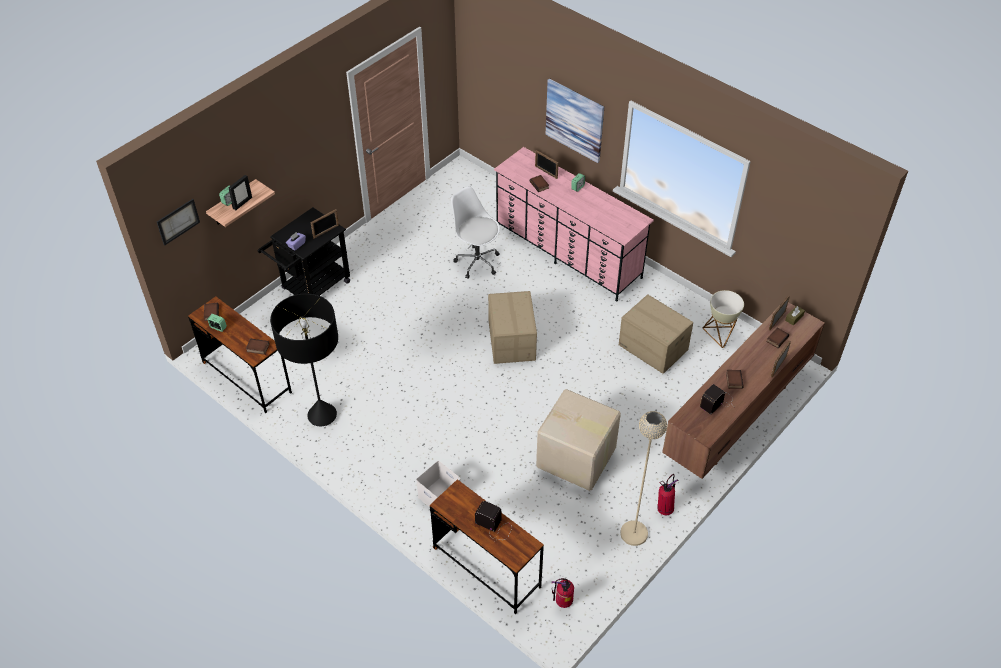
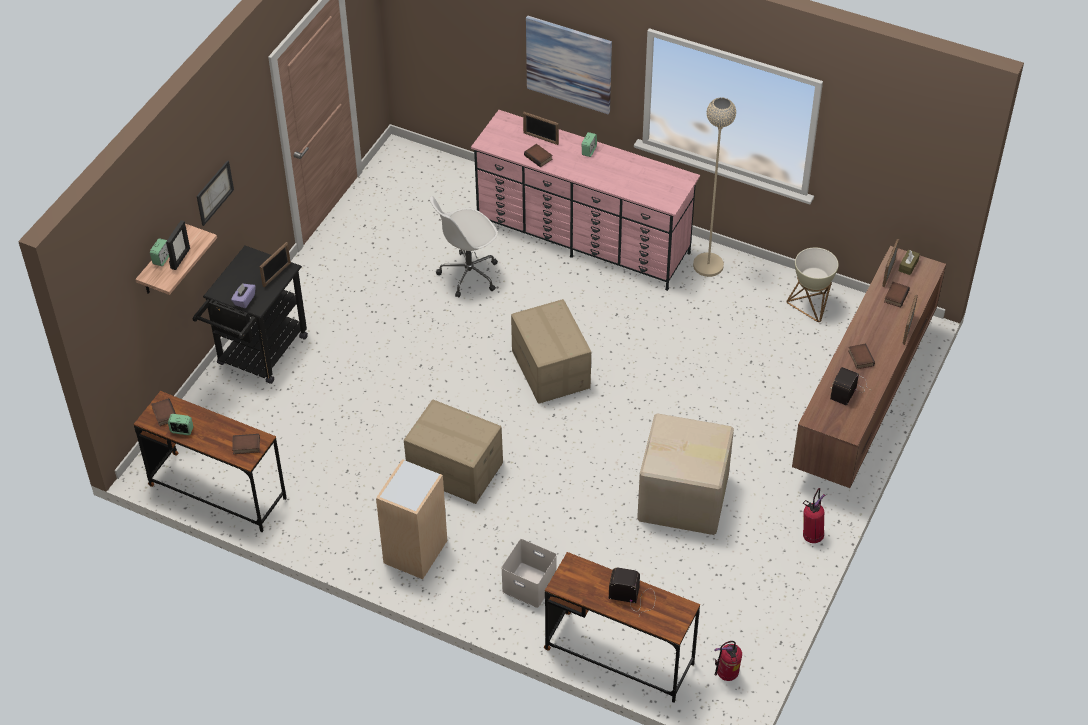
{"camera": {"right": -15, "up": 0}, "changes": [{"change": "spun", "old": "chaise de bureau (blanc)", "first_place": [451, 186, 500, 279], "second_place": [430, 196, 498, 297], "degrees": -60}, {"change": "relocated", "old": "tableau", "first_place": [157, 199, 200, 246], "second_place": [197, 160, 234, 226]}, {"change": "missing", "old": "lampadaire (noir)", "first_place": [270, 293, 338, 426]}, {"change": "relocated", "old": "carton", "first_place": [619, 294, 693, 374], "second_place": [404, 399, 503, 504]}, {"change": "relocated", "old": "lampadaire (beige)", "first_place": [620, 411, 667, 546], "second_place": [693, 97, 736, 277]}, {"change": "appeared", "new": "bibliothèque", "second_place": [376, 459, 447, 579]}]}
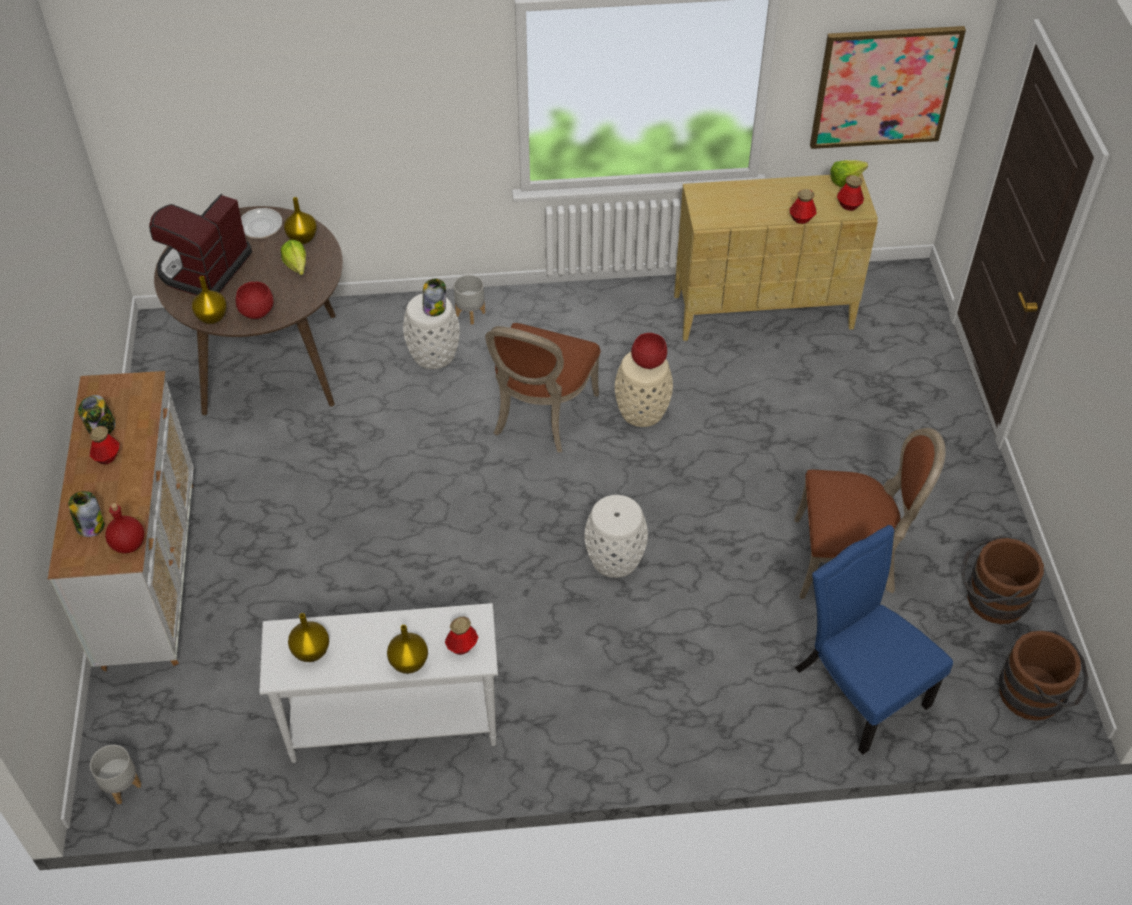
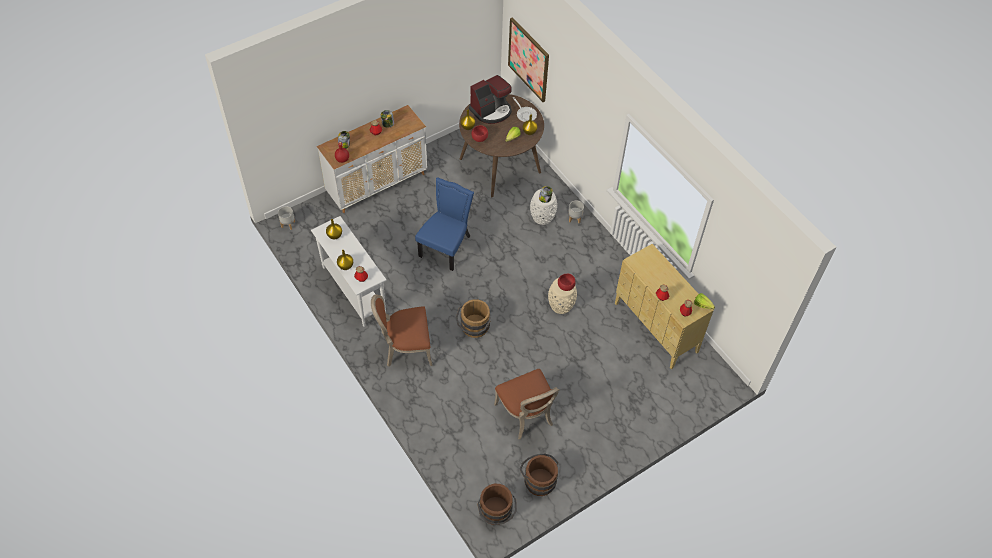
{"camera": {"right": 60, "up": 5}, "changes": [{"change": "relocated", "old": "tableau", "first_place": [810, 26, 966, 149], "second_place": [508, 17, 549, 102]}, {"change": "spun", "old": "machine à café", "first_place": [149, 194, 252, 296], "second_place": [469, 75, 512, 124], "degrees": 150}, {"change": "relocated", "old": "chaise (marron)", "first_place": [485, 323, 601, 453], "second_place": [371, 294, 433, 367]}, {"change": "exchanged", "old": "tabouret (blanc)", "new": "seau (marron)", "first_place": [584, 495, 648, 578], "second_place": [456, 299, 490, 338]}, {"change": "relocated", "old": "chaise (bleu)", "first_place": [795, 525, 953, 755], "second_place": [415, 177, 474, 271]}]}
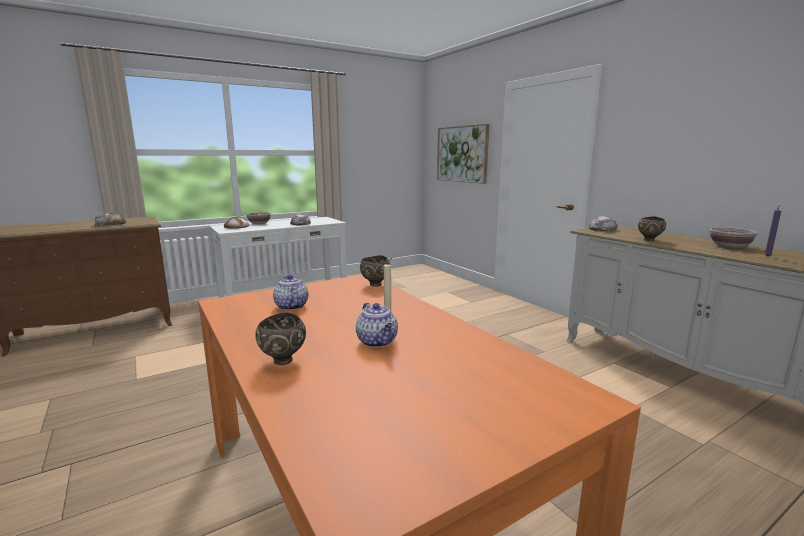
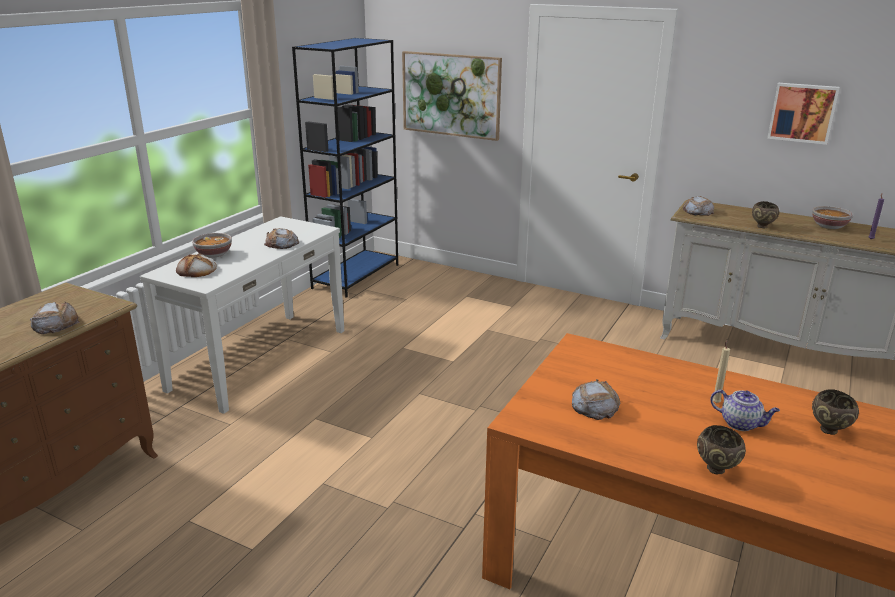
{"camera": {"right": -30, "up": 10}, "changes": [{"change": "relocated", "old": "bol (marron)", "first_place": [360, 255, 390, 287], "second_place": [812, 389, 859, 435]}, {"change": "exchanged", "old": "théière", "new": "pain", "first_place": [273, 275, 308, 311], "second_place": [572, 379, 620, 420]}, {"change": "appeared", "new": "bibliothèque (bleu)", "second_place": [292, 38, 398, 298]}, {"change": "appeared", "new": "tableau", "second_place": [767, 83, 840, 145]}]}
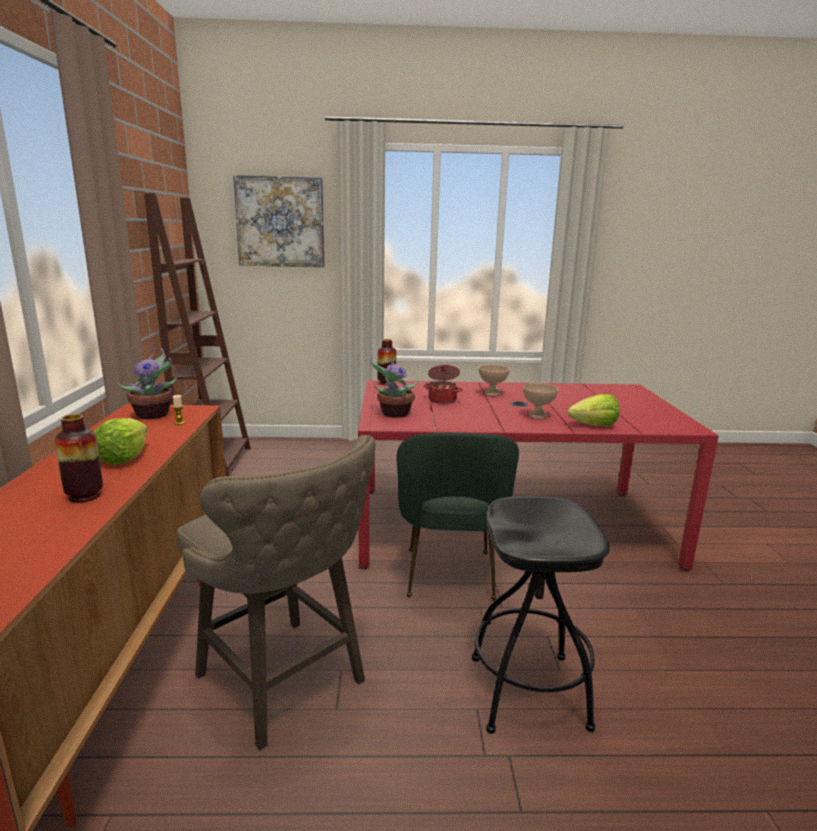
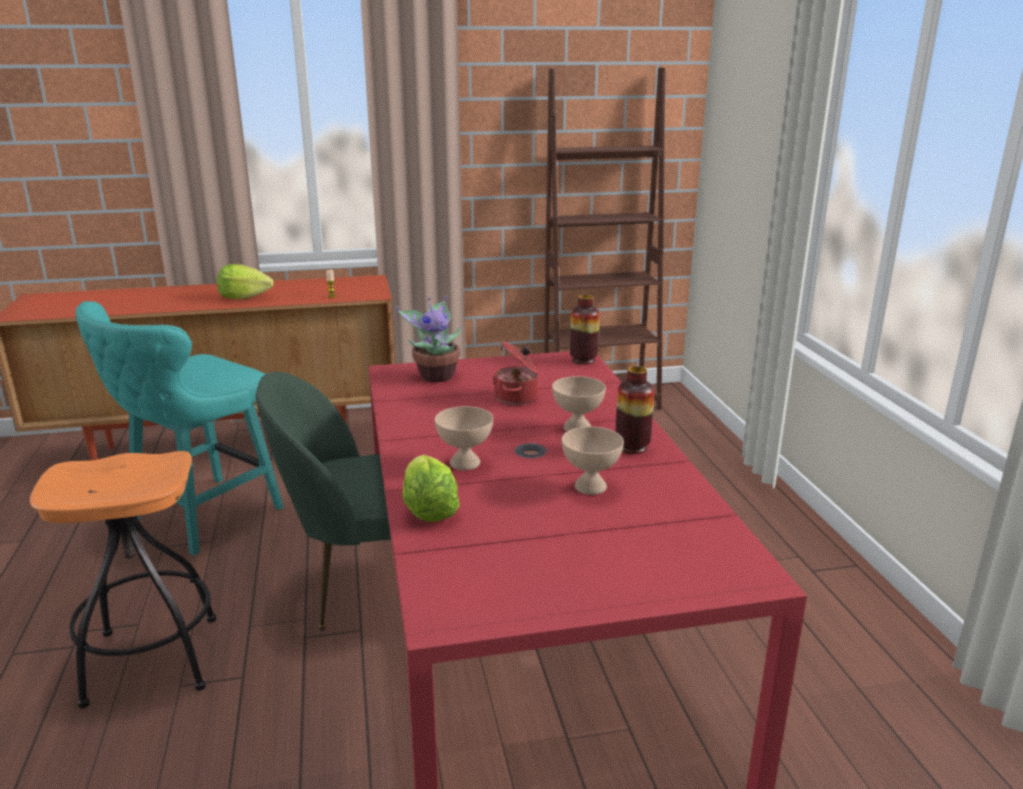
{"camera": {"right": 80, "up": 5}, "changes": [{"change": "missing", "old": "tableau", "first_place": [233, 175, 324, 267]}, {"change": "missing", "old": "plante en pot", "first_place": [117, 348, 177, 419]}, {"change": "relocated", "old": "vase", "first_place": [54, 414, 103, 502], "second_place": [615, 366, 654, 454]}, {"change": "colour", "old": "tabouret (beige)", "new": "tabouret (turquoise)", "first_place": [177, 435, 375, 750], "second_place": [75, 301, 284, 555]}, {"change": "colour", "old": "tabouret (noir)", "new": "tabouret (orange)", "first_place": [472, 496, 610, 734], "second_place": [30, 451, 216, 708]}, {"change": "appeared", "new": "bol (beige)", "second_place": [562, 426, 624, 495]}]}
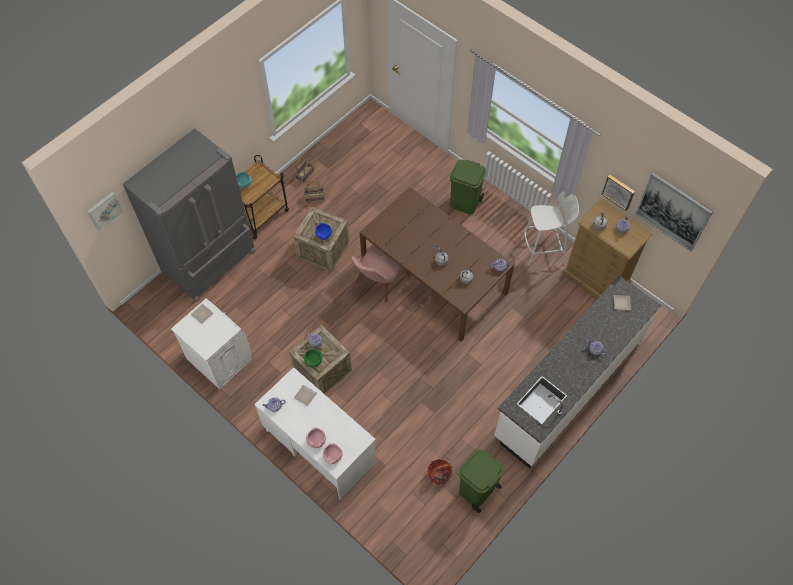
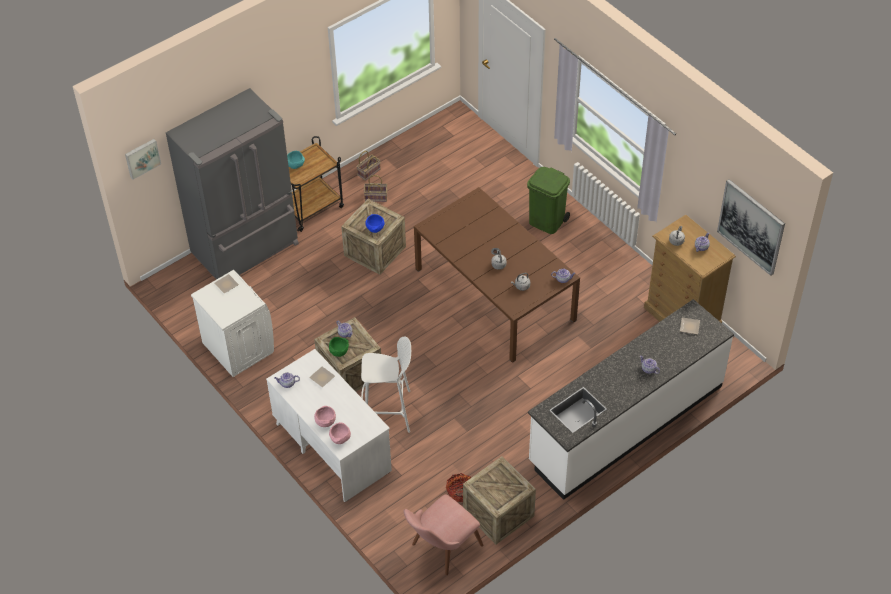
{"camera": {"right": 10, "up": -10}, "changes": [{"change": "missing", "old": "tableau", "first_place": [602, 175, 635, 211]}, {"change": "relocated", "old": "tabouret (blanc)", "first_place": [521, 191, 579, 265], "second_place": [361, 336, 411, 433]}, {"change": "relocated", "old": "chaise (rose)", "first_place": [350, 245, 410, 302], "second_place": [403, 494, 483, 575]}, {"change": "exchanged", "old": "poubelle (vert)", "new": "caisse", "first_place": [458, 449, 503, 513], "second_place": [463, 456, 536, 544]}]}
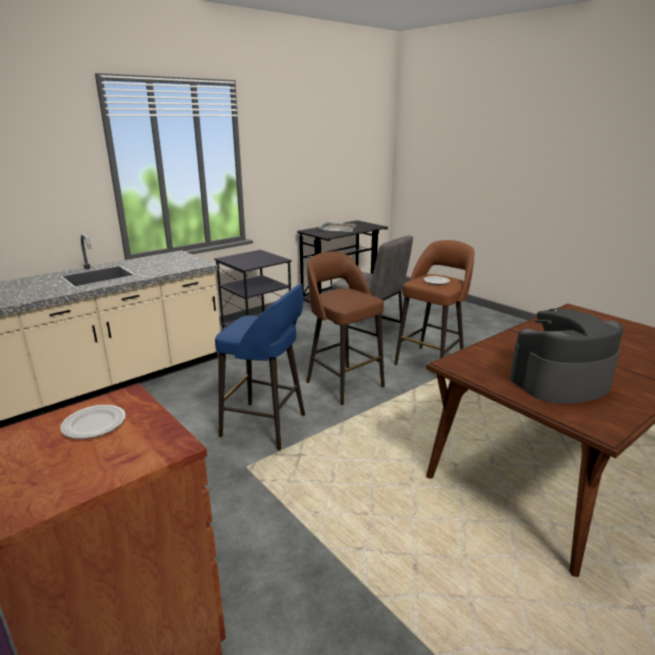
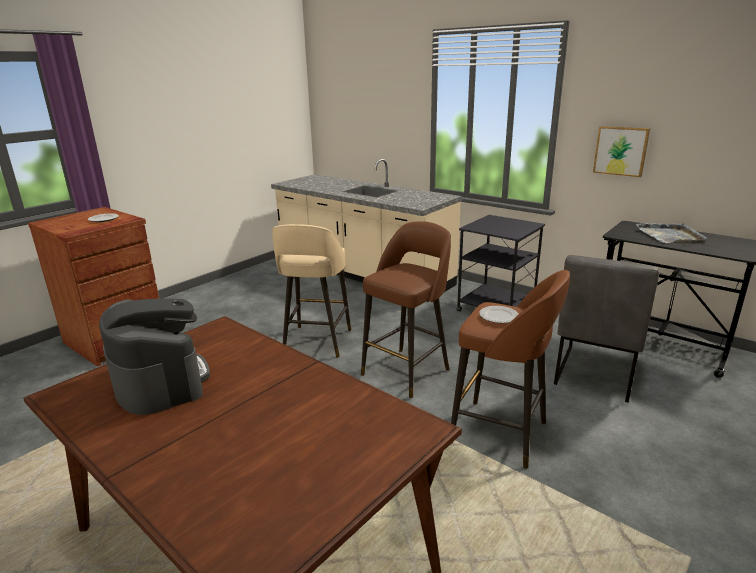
{"camera": {"right": 80, "up": 0}, "changes": [{"change": "colour", "old": "tabouret (bleu)", "new": "tabouret (beige)", "first_place": [215, 284, 305, 450], "second_place": [272, 224, 351, 358]}, {"change": "appeared", "new": "tableau", "second_place": [593, 126, 650, 177]}]}
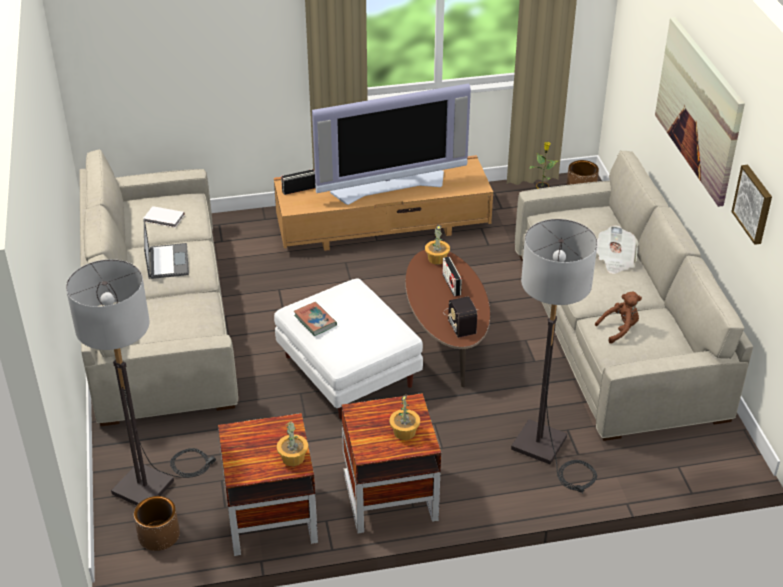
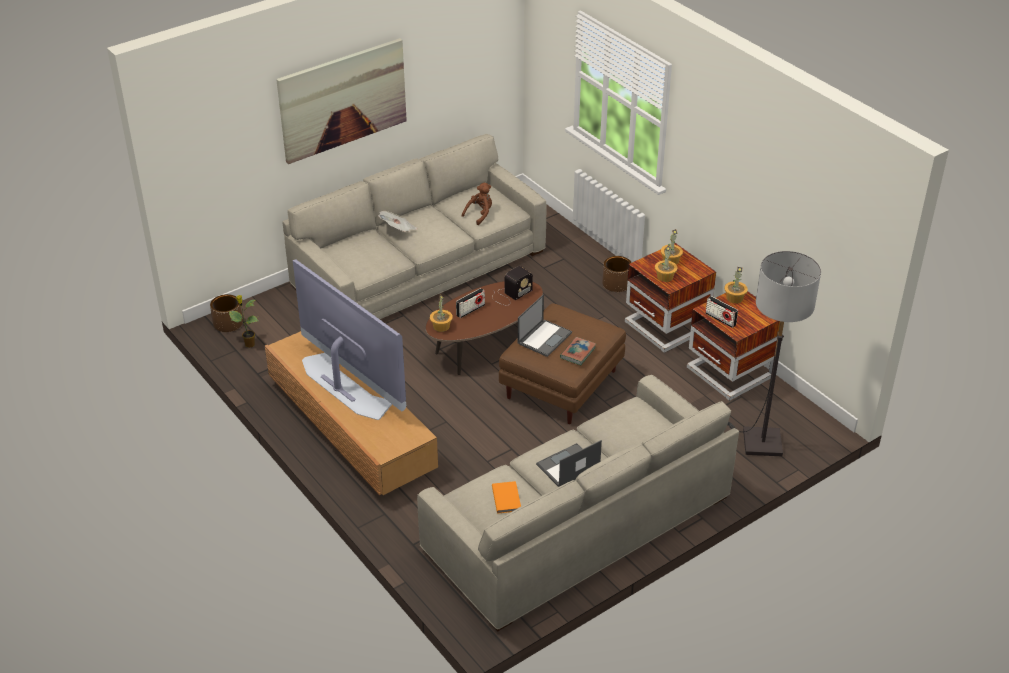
{"camera": {"right": -115, "up": 0}, "changes": [{"change": "missing", "old": "tableau", "first_place": [731, 165, 772, 245]}, {"change": "relocated", "old": "radio", "first_place": [281, 169, 316, 195], "second_place": [705, 296, 738, 328]}, {"change": "colour", "old": "livre (blanc)", "new": "livre (orange)", "first_place": [143, 206, 185, 227], "second_place": [492, 481, 521, 514]}, {"change": "missing", "old": "lampadaire", "first_place": [511, 219, 598, 494]}, {"change": "colour", "old": "pouf (blanc)", "new": "pouf (marron)", "first_place": [274, 278, 423, 419], "second_place": [499, 303, 626, 424]}, {"change": "spun", "old": "peluche (marron)", "first_place": [595, 292, 642, 344], "second_place": [462, 183, 492, 225], "degrees": 90}, {"change": "relocated", "old": "cache-pot (marron)", "first_place": [134, 496, 180, 551], "second_place": [602, 256, 632, 292]}, {"change": "appeared", "new": "plante en pot", "second_place": [655, 246, 678, 282]}, {"change": "appeared", "new": "ordinateur portable", "second_place": [518, 294, 572, 357]}]}
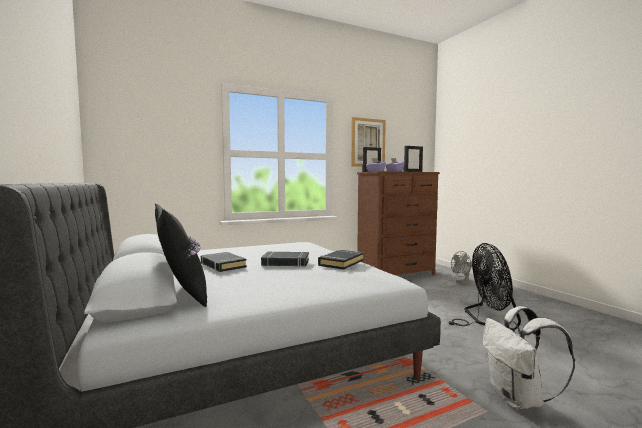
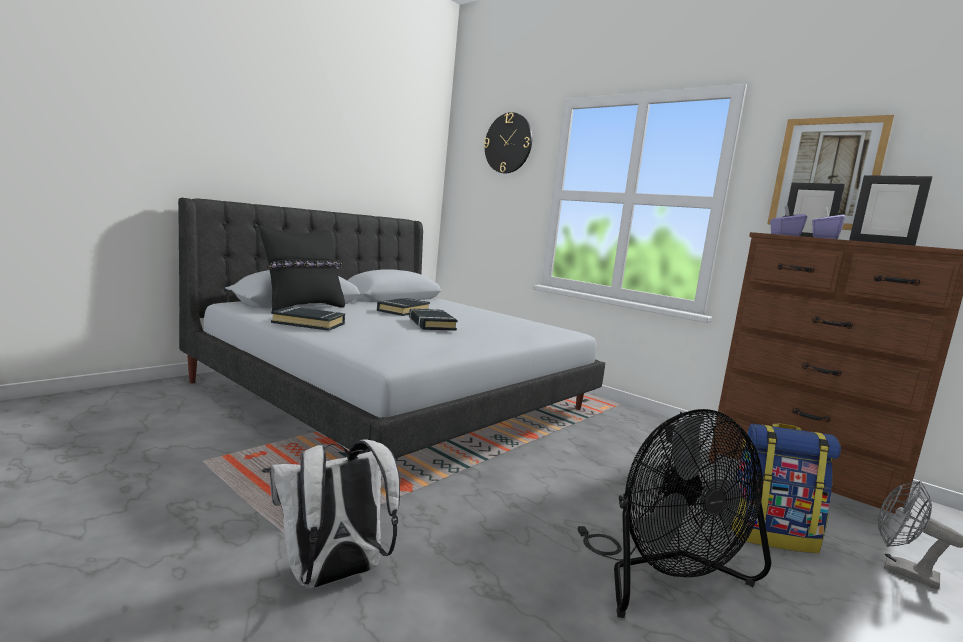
{"camera": {"right": 65, "up": 5}, "changes": [{"change": "relocated", "old": "livre (noir)", "first_place": [318, 250, 364, 270], "second_place": [271, 306, 345, 331]}, {"change": "appeared", "new": "horloge murale", "second_place": [484, 112, 532, 173]}, {"change": "appeared", "new": "sac à dos", "second_place": [730, 423, 841, 553]}]}
